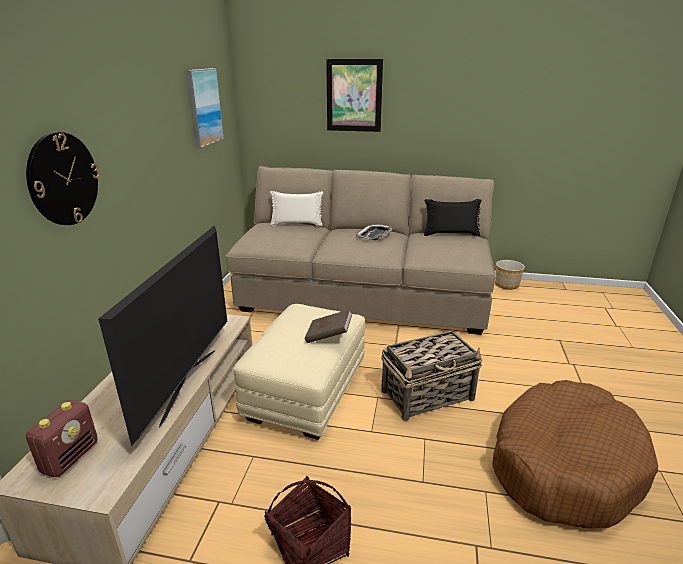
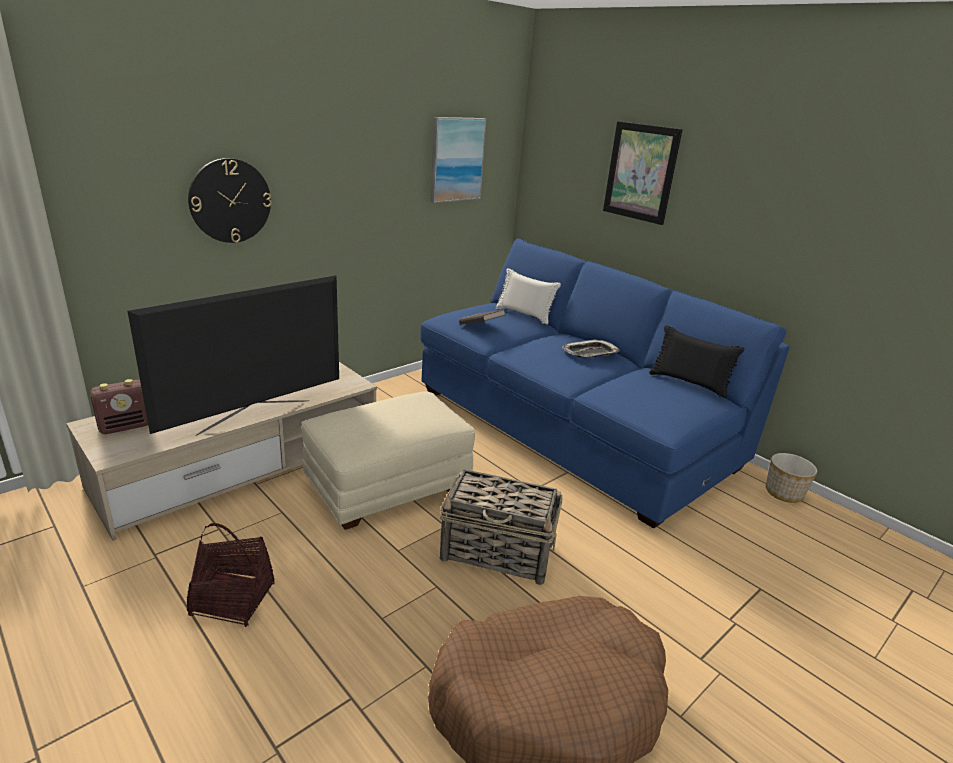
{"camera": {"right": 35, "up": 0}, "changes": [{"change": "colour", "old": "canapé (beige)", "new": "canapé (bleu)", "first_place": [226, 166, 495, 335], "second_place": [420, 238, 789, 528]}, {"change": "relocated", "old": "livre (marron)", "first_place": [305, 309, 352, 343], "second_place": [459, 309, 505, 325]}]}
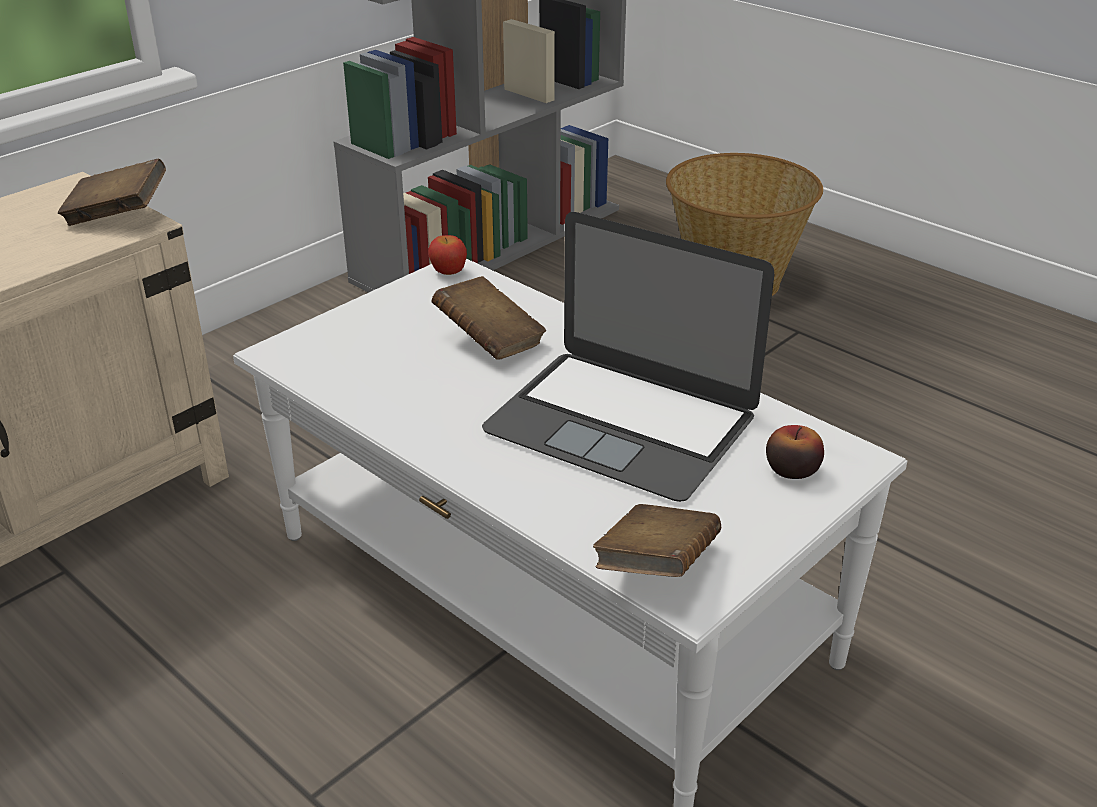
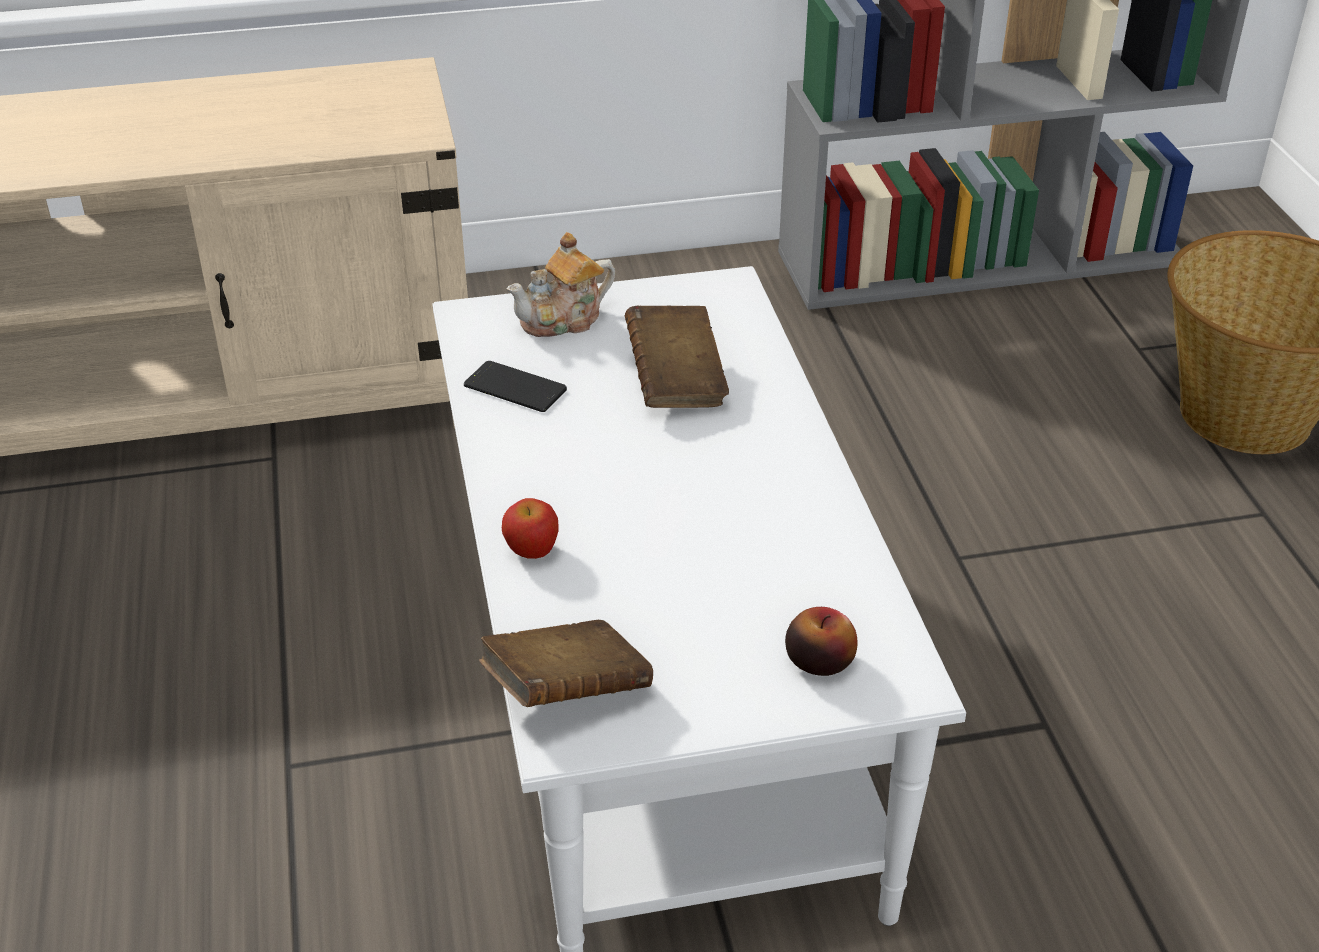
{"camera": {"right": 35, "up": 5}, "changes": [{"change": "missing", "old": "livre (marron)", "first_place": [58, 158, 166, 226]}, {"change": "missing", "old": "ordinateur portable", "first_place": [482, 212, 774, 502]}, {"change": "relocated", "old": "pomme", "first_place": [428, 235, 467, 275], "second_place": [502, 498, 558, 559]}, {"change": "appeared", "new": "théière", "second_place": [507, 232, 615, 337]}, {"change": "appeared", "new": "téléphone", "second_place": [464, 361, 567, 412]}]}
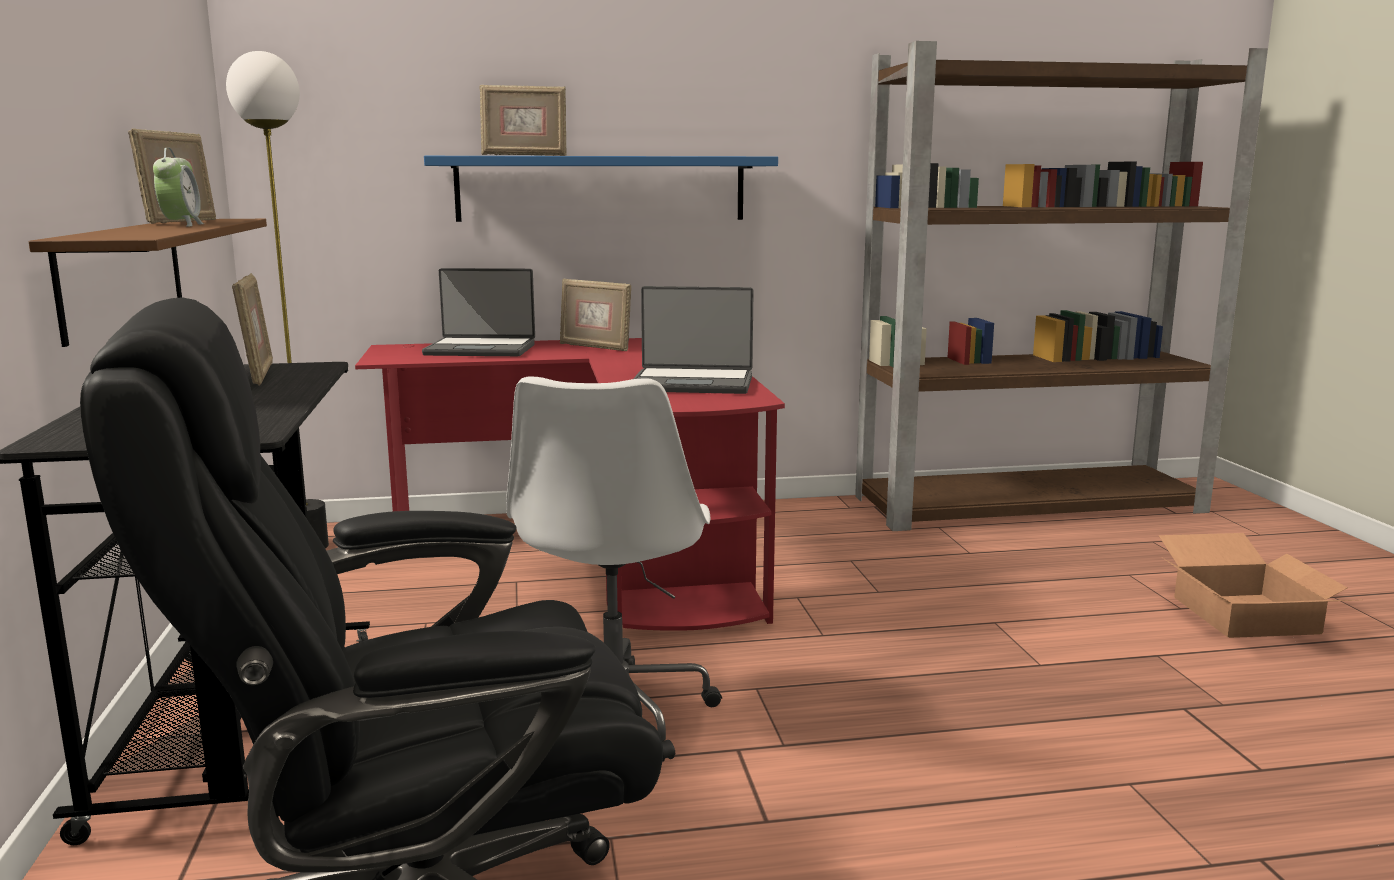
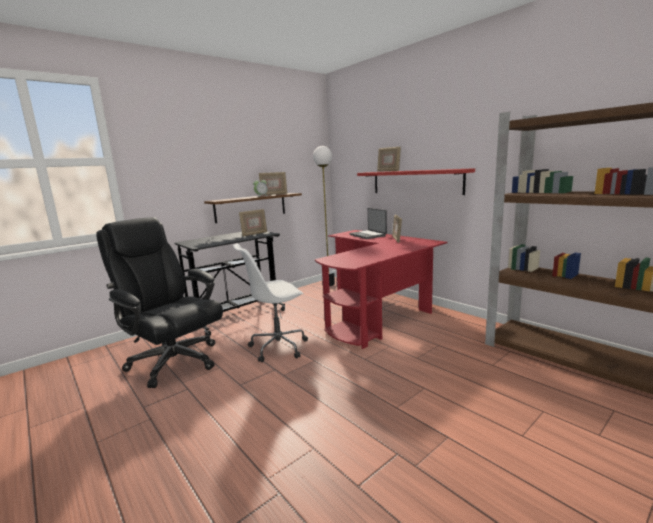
{"camera": {"right": 60, "up": 0}, "changes": [{"change": "colour", "old": "étagère (bleu)", "new": "étagère (rouge)", "first_place": [424, 156, 778, 222], "second_place": [357, 168, 475, 195]}, {"change": "missing", "old": "ordinateur portable", "first_place": [633, 286, 754, 394]}, {"change": "missing", "old": "carton", "first_place": [1158, 533, 1356, 638]}]}
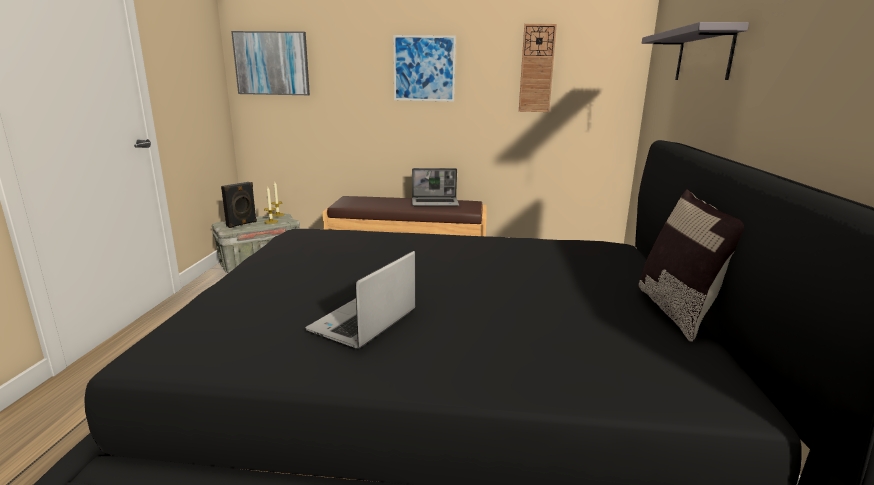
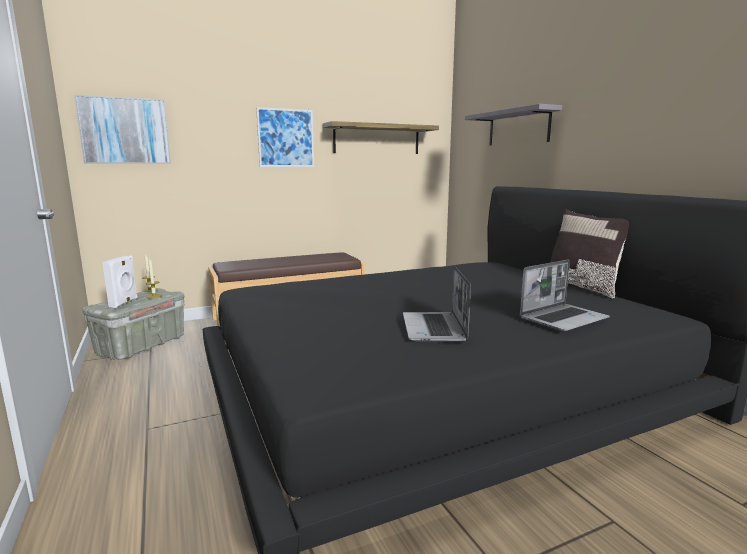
{"camera": {"right": -30, "up": -5}, "changes": [{"change": "exchanged", "old": "horloge murale", "new": "étagère", "first_place": [519, 24, 557, 112], "second_place": [323, 121, 439, 154]}, {"change": "relocated", "old": "ordinateur portable", "first_place": [412, 168, 459, 207], "second_place": [520, 259, 610, 331]}, {"change": "colour", "old": "enceinte (noir)", "new": "enceinte (blanc)", "first_place": [221, 182, 257, 228], "second_place": [102, 256, 138, 308]}]}
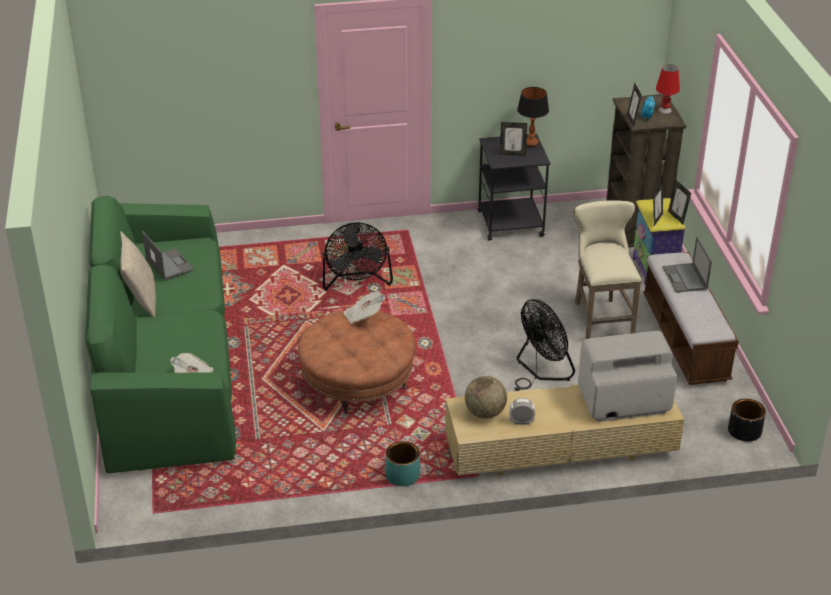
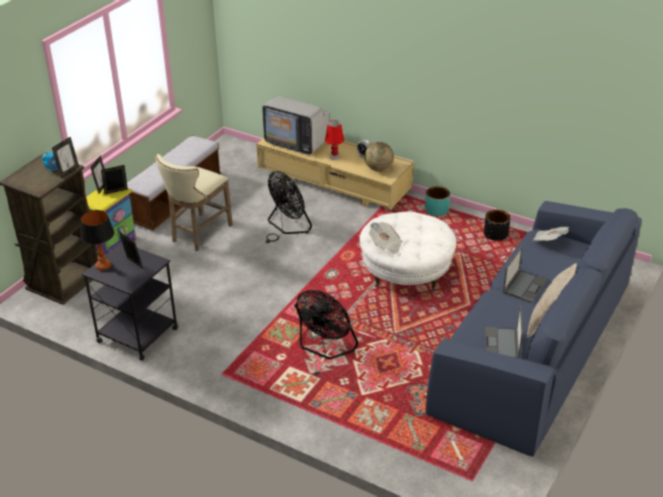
{"camera": {"right": -140, "up": 0}, "changes": [{"change": "relocated", "old": "lampe de table (rouge)", "first_place": [656, 64, 680, 114], "second_place": [325, 120, 344, 160]}, {"change": "colour", "old": "canapé (vert)", "new": "canapé (bleu)", "first_place": [85, 196, 236, 473], "second_place": [425, 201, 642, 457]}, {"change": "relocated", "old": "ordinateur portable", "first_place": [663, 237, 712, 293], "second_place": [503, 246, 547, 303]}, {"change": "spun", "old": "ventilateur (noir)", "first_place": [515, 299, 575, 391], "second_place": [266, 171, 312, 243], "degrees": 135}, {"change": "colour", "old": "pouf (marron)", "new": "pouf (blanc)", "first_place": [298, 310, 416, 415], "second_place": [360, 212, 456, 291]}, {"change": "relocated", "old": "cache-pot (noir)", "first_place": [728, 398, 766, 442], "second_place": [484, 210, 511, 241]}]}
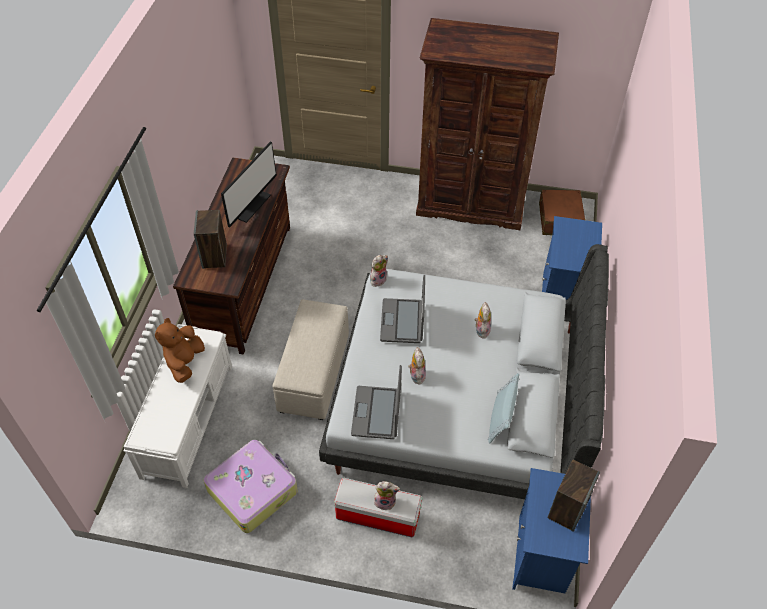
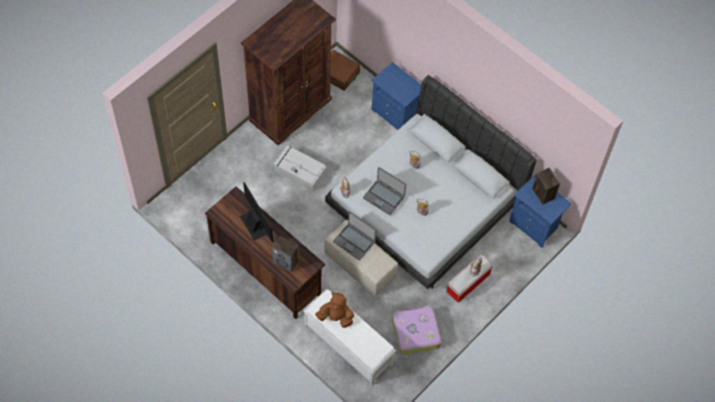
{"camera": {"right": -60, "up": 10}, "changes": [{"change": "spun", "old": "peluche (marron)", "first_place": [155, 318, 205, 383], "second_place": [315, 292, 354, 328], "degrees": 150}, {"change": "relocated", "old": "ordinateur portable", "first_place": [351, 365, 402, 439], "second_place": [333, 211, 376, 260]}, {"change": "missing", "old": "coussin (bleu)", "first_place": [488, 373, 519, 444]}, {"change": "appeared", "new": "boîte de rangement (gris)", "second_place": [274, 145, 327, 192]}]}
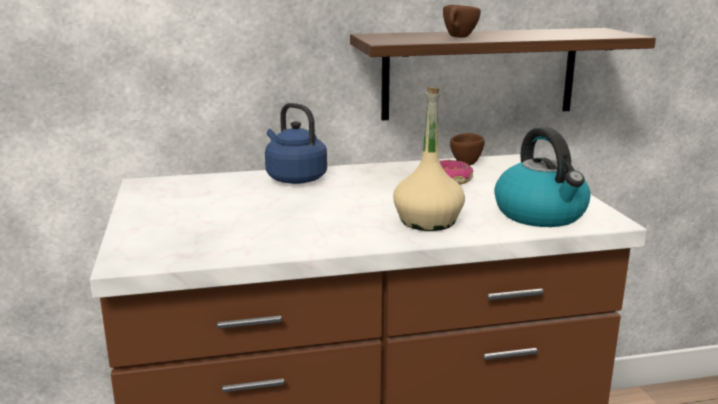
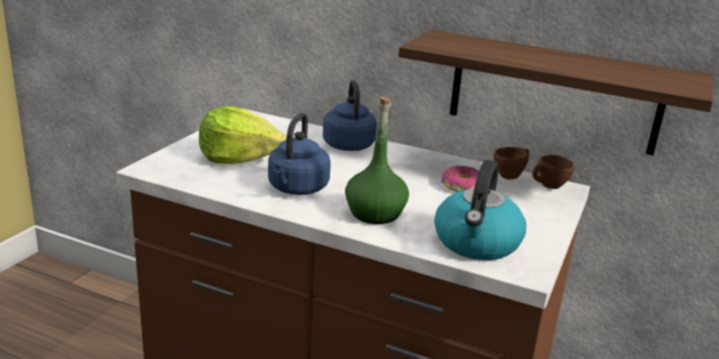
{"camera": {"right": 35, "up": 5}, "changes": [{"change": "relocated", "old": "tasse (marron)", "first_place": [443, 5, 481, 38], "second_place": [532, 155, 575, 189]}, {"change": "colour", "old": "bouteille (beige)", "new": "bouteille (vert)", "first_place": [393, 87, 465, 231], "second_place": [345, 97, 409, 224]}, {"change": "appeared", "new": "laitue", "second_place": [199, 106, 286, 164]}, {"change": "appeared", "new": "bouilloire (bleu)", "second_place": [268, 112, 331, 195]}]}
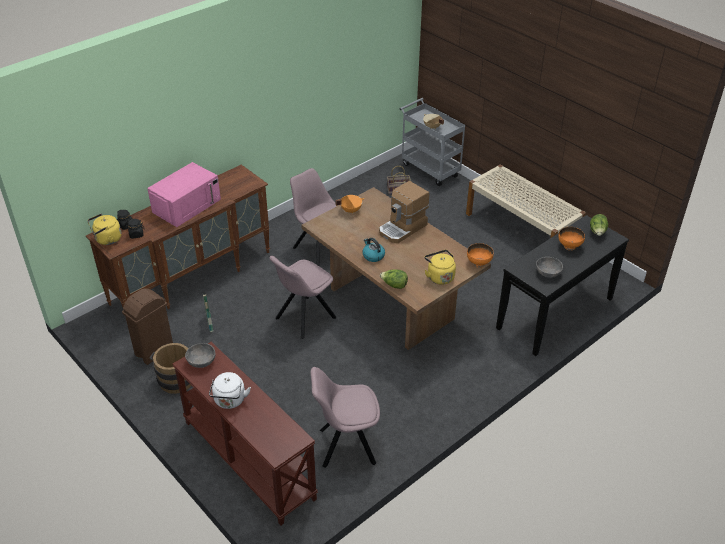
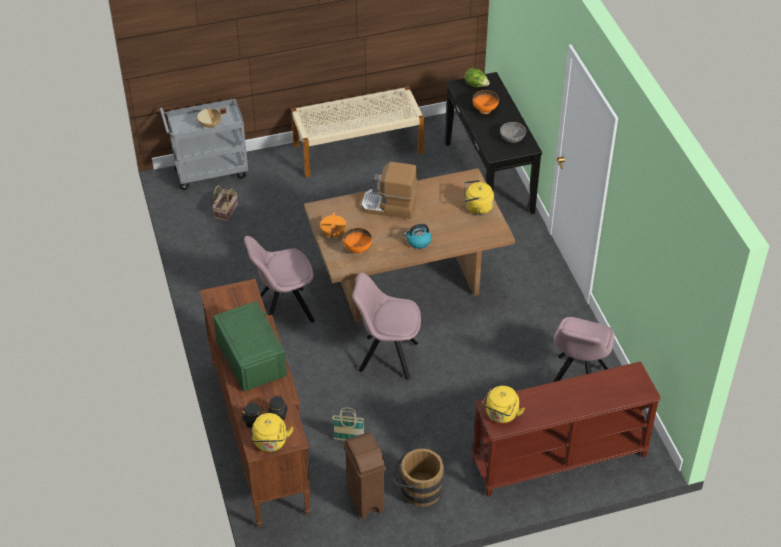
{"camera": {"right": -65, "up": 5}, "changes": [{"change": "colour", "old": "micro-ondes (rose)", "new": "micro-ondes (vert)", "first_place": [147, 162, 221, 227], "second_place": [213, 301, 287, 391]}, {"change": "spun", "old": "machine à café", "first_place": [379, 181, 429, 243], "second_place": [361, 162, 417, 219], "degrees": 120}, {"change": "relocated", "old": "bol (orange)", "first_place": [467, 243, 494, 268], "second_place": [343, 228, 372, 254]}, {"change": "spun", "old": "chaise (rose)", "first_place": [270, 256, 336, 339], "second_place": [352, 272, 421, 380], "degrees": 120}, {"change": "missing", "old": "laitue", "first_place": [380, 269, 408, 289]}, {"change": "exchanged", "old": "bol (gris)", "new": "bouilloire (jaune)", "first_place": [185, 343, 216, 368], "second_place": [482, 386, 525, 423]}, {"change": "missing", "old": "bouilloire (blanc)", "first_place": [209, 372, 251, 409]}]}
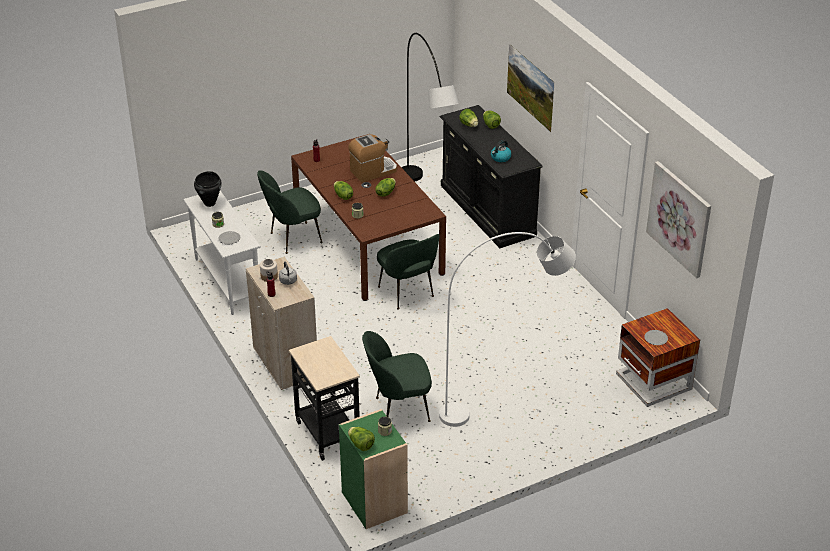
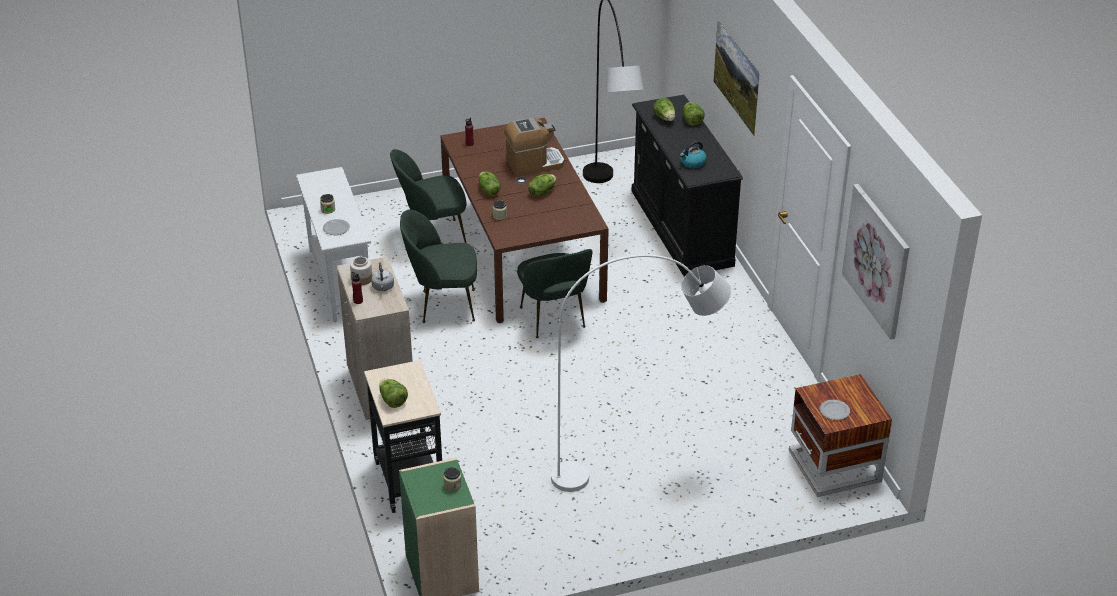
{"camera": {"right": 10, "up": 0}, "changes": [{"change": "missing", "old": "marmite (noir)", "first_place": [194, 171, 222, 207]}, {"change": "relocated", "old": "chaise (vert)", "first_place": [362, 331, 432, 422], "second_place": [400, 210, 477, 323]}, {"change": "relocated", "old": "laitue", "first_place": [348, 427, 375, 451], "second_place": [379, 379, 408, 408]}]}
